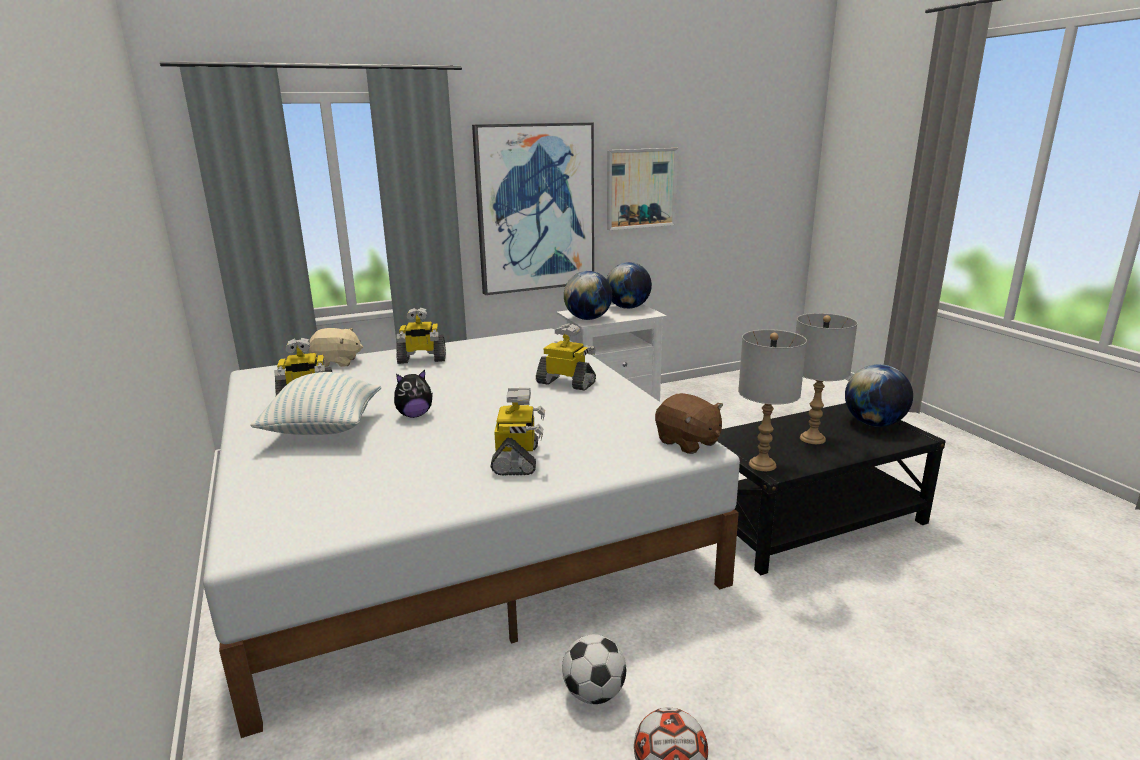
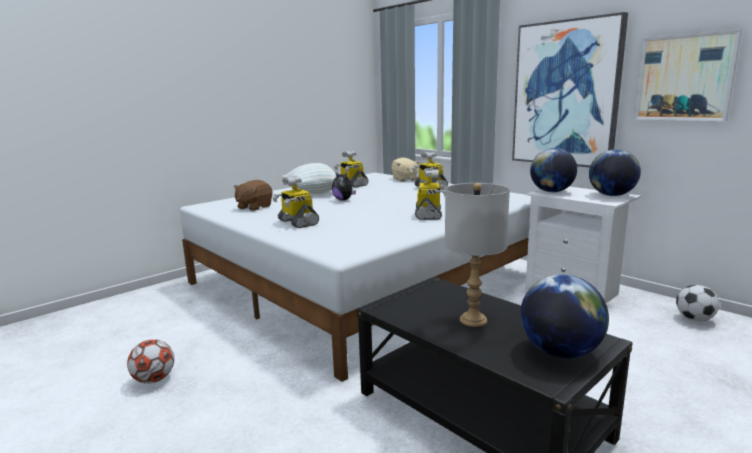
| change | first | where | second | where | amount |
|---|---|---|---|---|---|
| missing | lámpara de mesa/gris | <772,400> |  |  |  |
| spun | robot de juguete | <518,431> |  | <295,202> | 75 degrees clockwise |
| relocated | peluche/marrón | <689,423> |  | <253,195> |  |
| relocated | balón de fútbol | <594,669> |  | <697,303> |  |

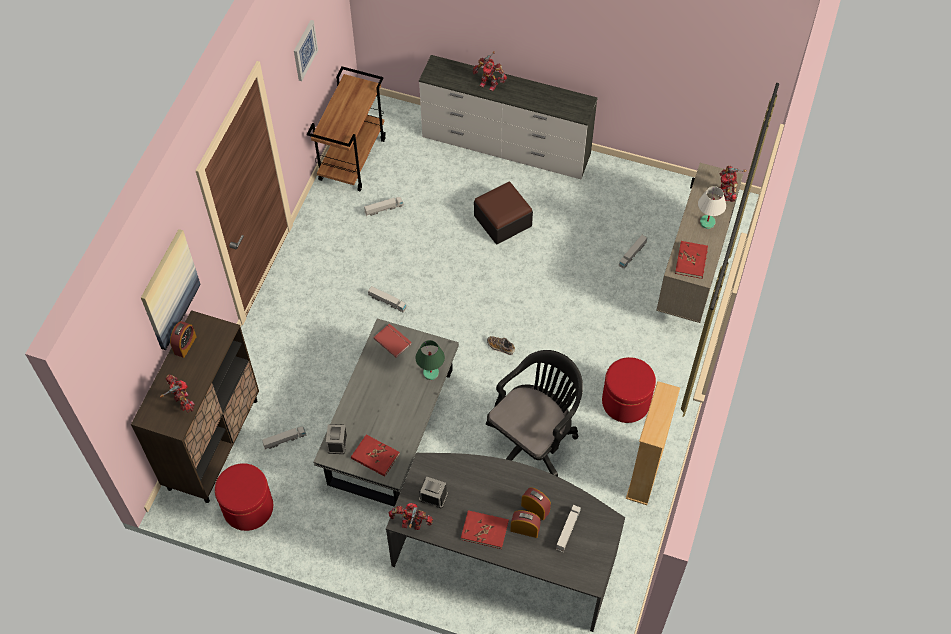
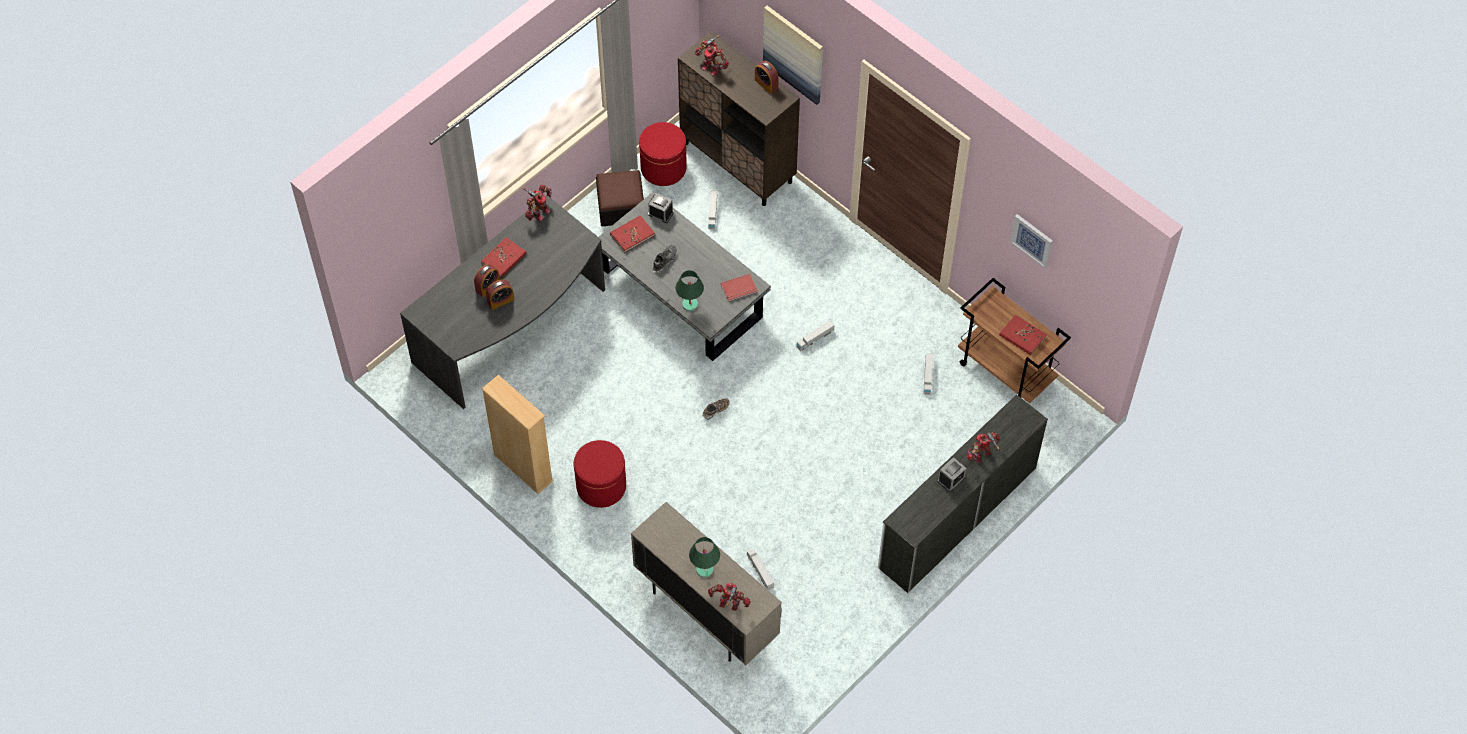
| change | first | where | second | where | amount |
|---|---|---|---|---|---|
| relocated | puf | <503,213> |  | <620,198> |  |
| colour | lámpara de mesa/blanco | <712,207> | lámpara de mesa/verde | <704,557> |  |
| relocated | libro/rojo | <691,260> |  | <1023,335> |  |
| missing | silla de oficina/negro | <534,413> |  |  |  |
| spun | robot de juguete | <177,393> |  | <712,55> | 45 degrees clockwise |
| relocated | despertador | <433,492> |  | <952,474> |  |
| missing | camión de juguete | <568,528> |  |  |  |
| appeared |  |  | zapato | <664,259> |  |

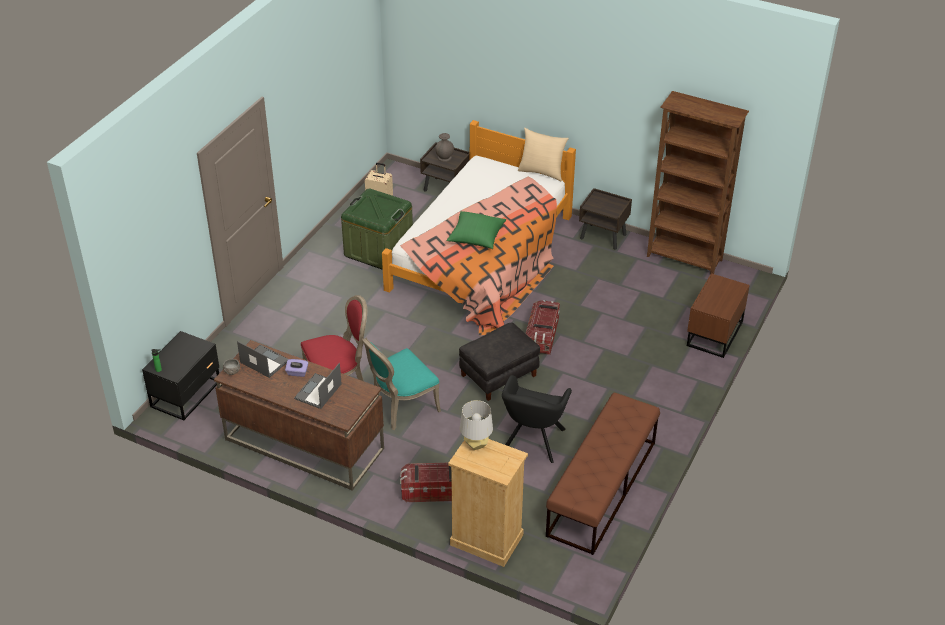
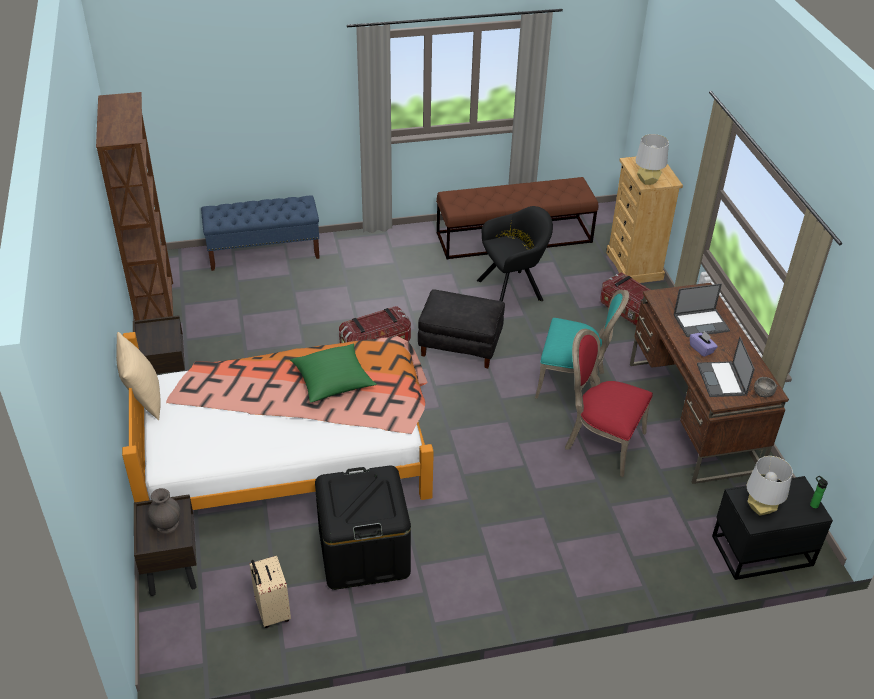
| change | first | where | second | where | amount |
|---|---|---|---|---|---|
| colour | caja de almacenaje/verde | <377,229> | caja de almacenaje/negro | <363,527> |  |
| exchanged | mesita de noche/marrón | <718,315> | banco/azul | <260,233> |  |
| appeared |  |  | lámpara de mesa/gris | <770,486> |  |

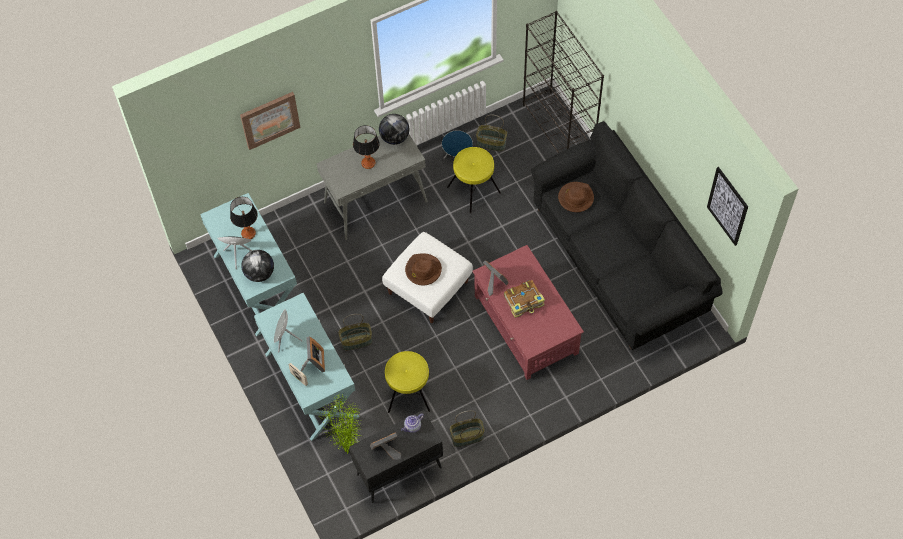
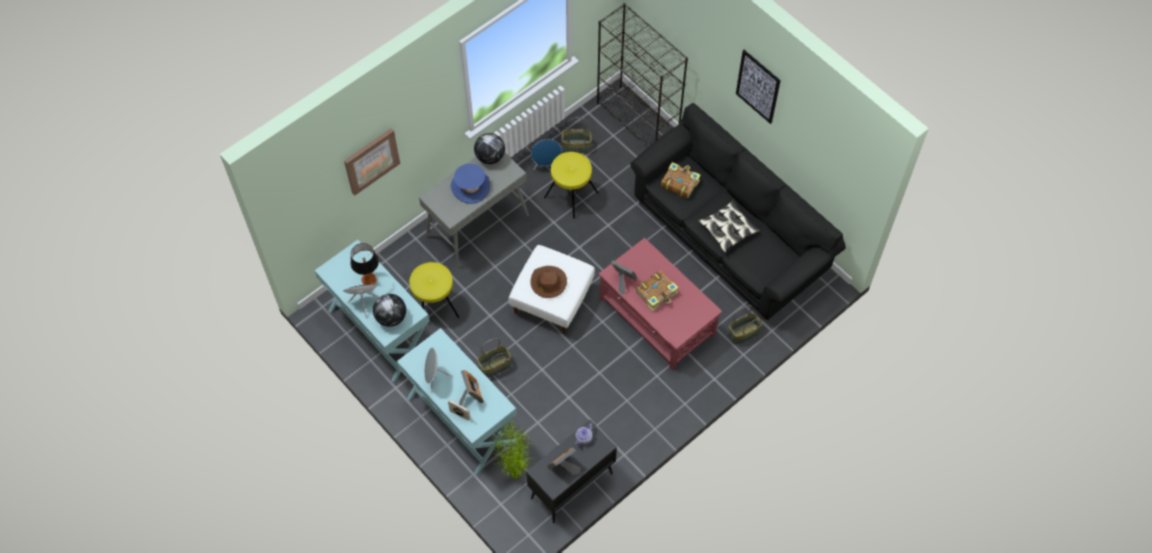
| change | first | where | second | where | amount |
|---|---|---|---|---|---|
| exchanged | lámpara de mesa | <366,147> | sombrero/azul | <470,183> |  |
| relocated | cuadro | <727,206> |  | <758,87> |  |
| exchanged | sombrero/marrón | <576,197> | libro | <681,180> |  |
| relocated | taburete/amarillo | <407,382> |  | <434,290> |  |
| relocated | cesta | <467,428> |  | <745,325> |  |
| appeared |  |  | cojín | <729,226> |  |

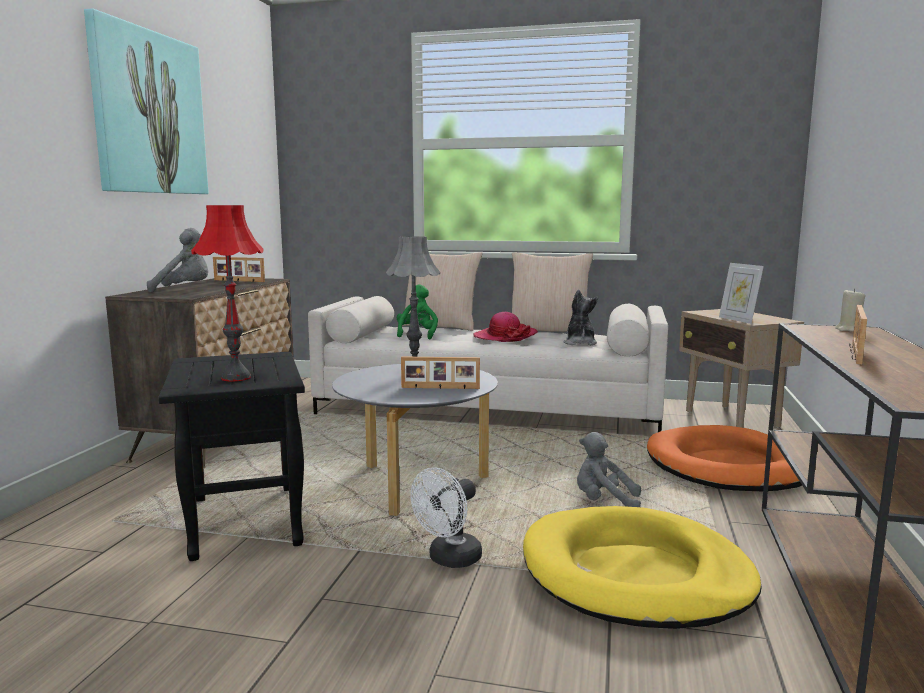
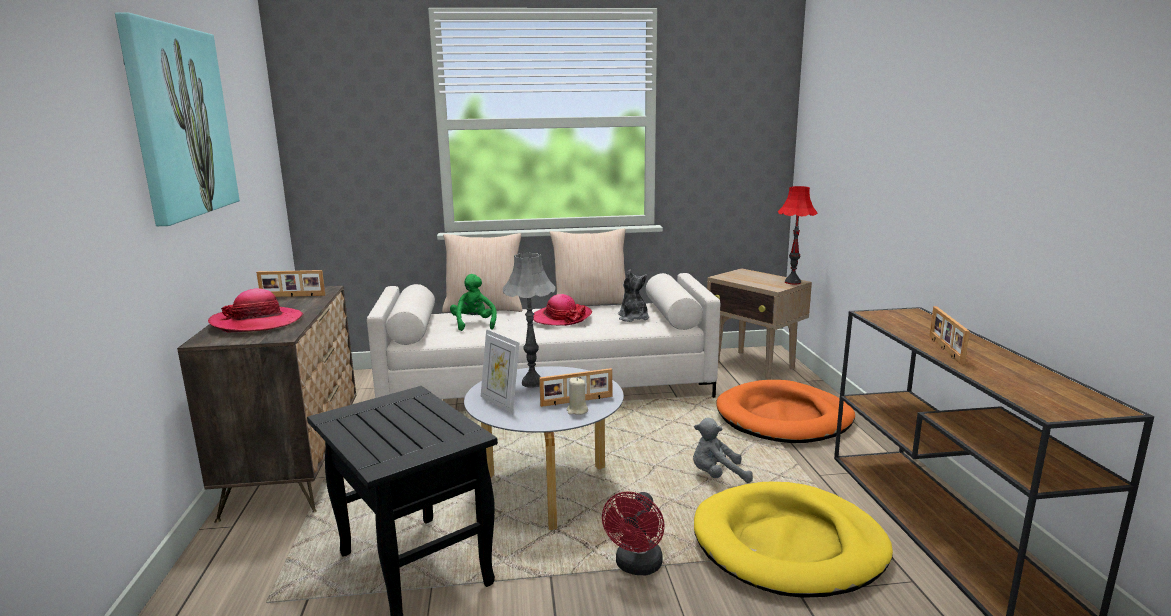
| change | first | where | second | where | amount |
|---|---|---|---|---|---|
| relocated | lámpara de mesa/rojo | <227,293> |  | <798,235> |  |
| exchanged | peluche/gris | <177,260> | sombrero | <255,310> |  |
| relocated | portarretratos | <741,293> |  | <500,371> |  |
| relocated | vela/beis | <850,310> |  | <577,396> |  |
| colour | ventilador/blanco | <446,517> | ventilador/rojo | <633,533> |  |

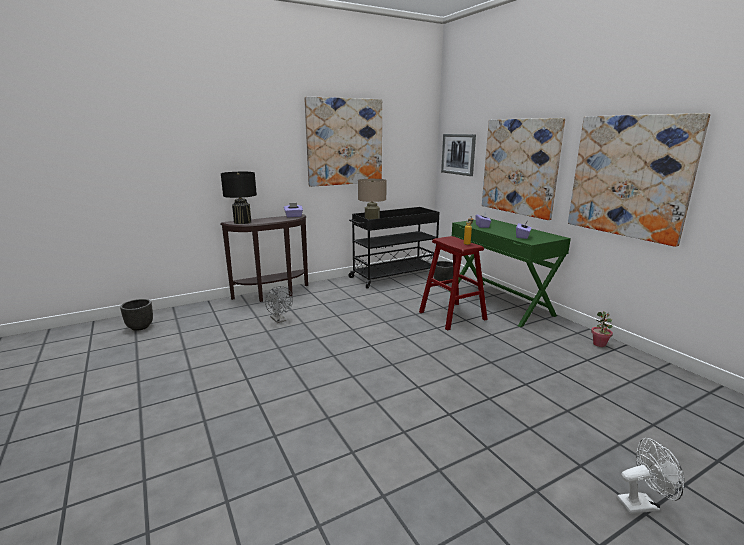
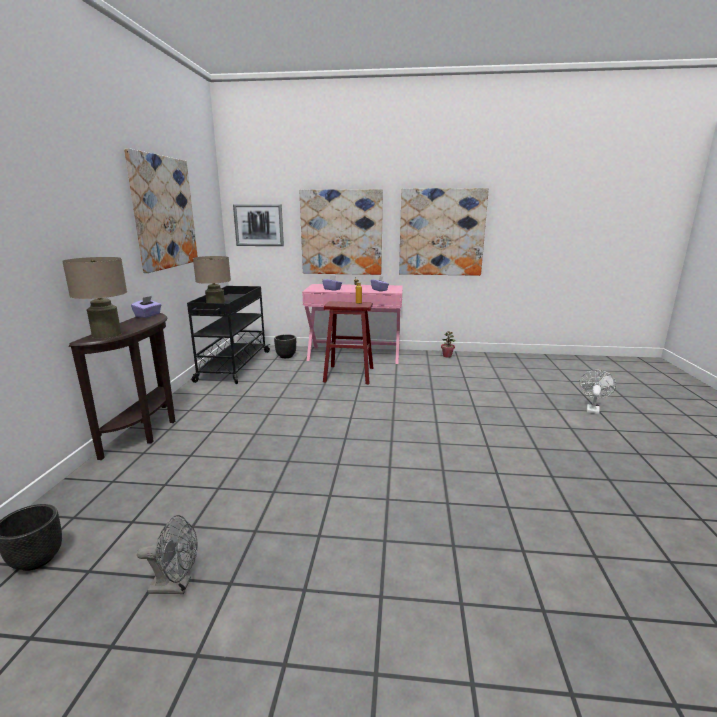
| change | first | where | second | where | amount |
|---|---|---|---|---|---|
| colour | lámpara de mesa/negro | <239,198> | lámpara de mesa/beis | <94,298> |  |
| colour | escritorio/verde | <510,273> | escritorio/rosa | <352,324> |  |
| relocated | ventilador/gris | <279,304> |  | <167,554> |  |

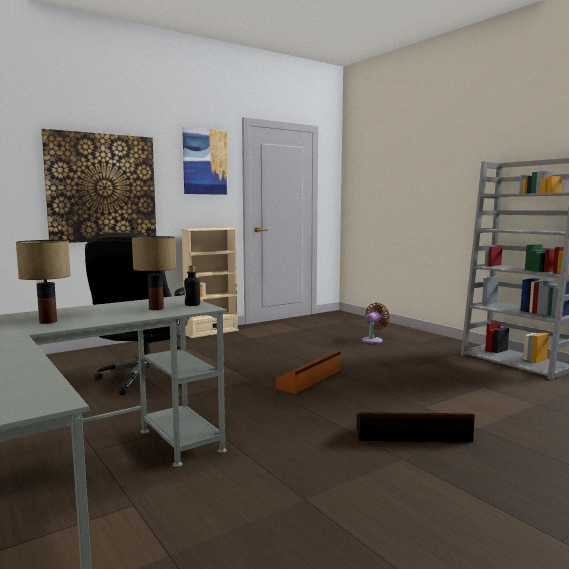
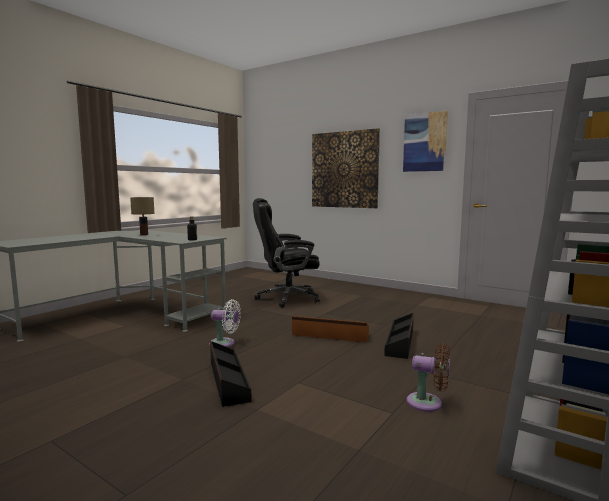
| change | first | where | second | where | amount |
|---|---|---|---|---|---|
| missing | estantería/beis | <210,283> |  |  |  |
| missing | lámpara de mesa | <154,273> |  |  |  |
| relocated | ventilador/marrón | <376,323> |  | <428,377> |  |
| appeared |  |  | ventilador/blanco | <225,323> |  |
| appeared |  |  | caja de almacenaje/negro | <399,336> |  |

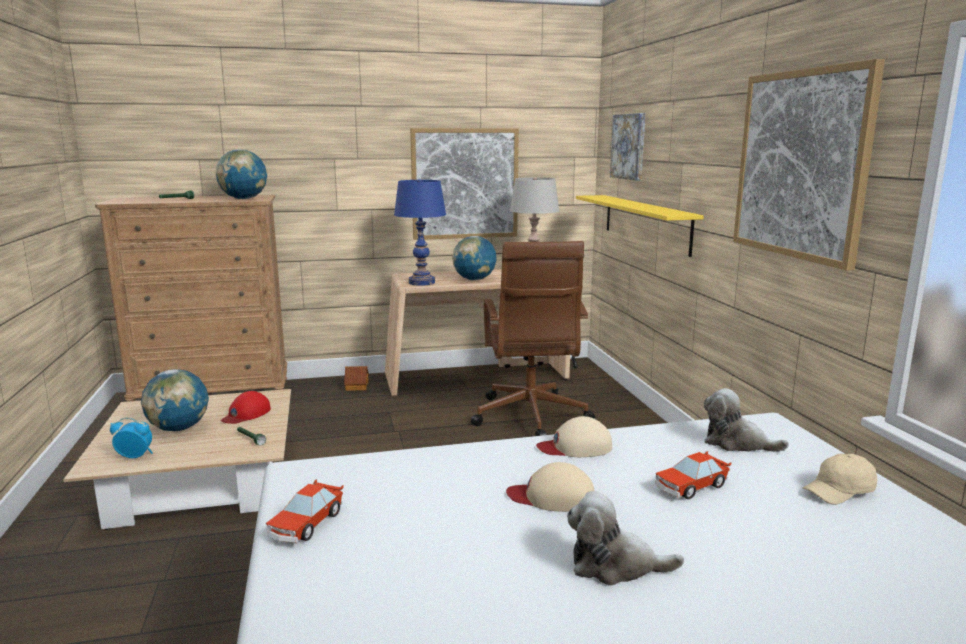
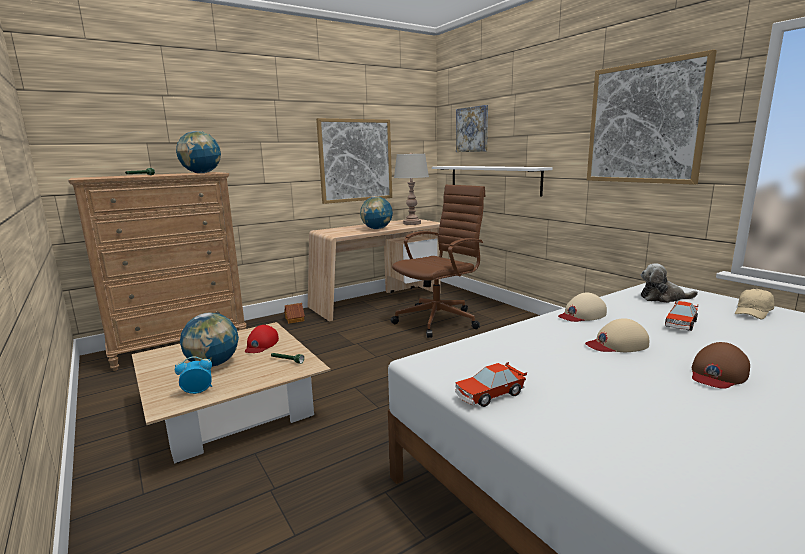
| change | first | where | second | where | amount |
|---|---|---|---|---|---|
| missing | lámpara de mesa/azul | <420,232> |  |  |  |
| colour | estante/amarillo | <640,226> | estante/blanco | <492,181> |  |
| spun | silla de oficina/marrón | <533,338> |  | <438,261> | 105 degrees counterclockwise |
| spun | coche de juguete | <304,511> |  | <491,384> | 60 degrees clockwise |
| exchanged | peluche | <625,538> | gorra/marrón | <721,365> |  |

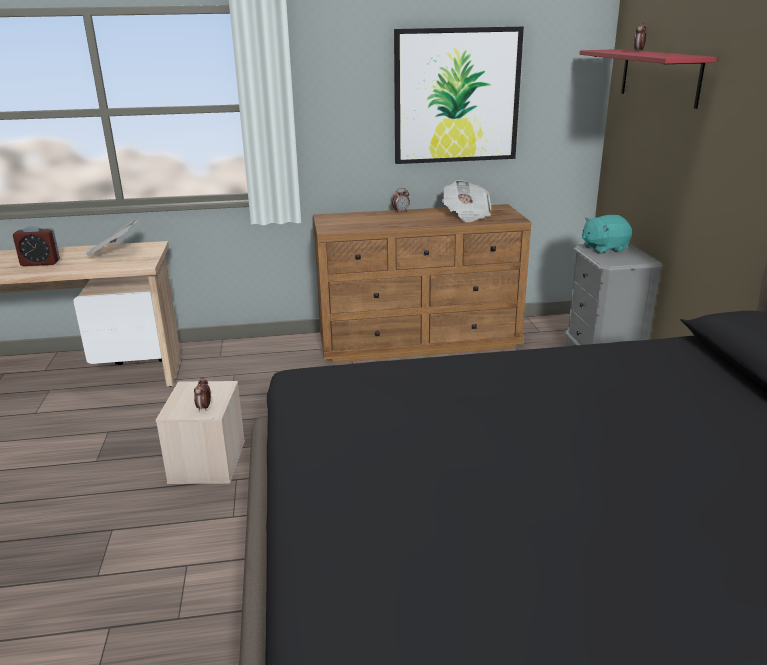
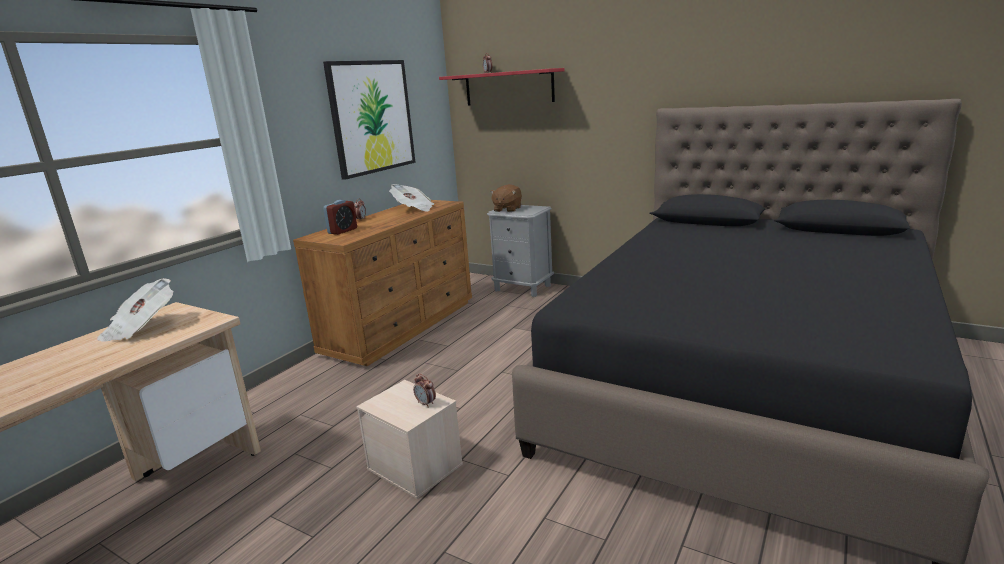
| change | first | where | second | where | amount |
|---|---|---|---|---|---|
| colour | peluche/turquesa | <607,234> | peluche/marrón | <506,198> |  |
| relocated | despertador | <36,246> |  | <340,217> |  |

